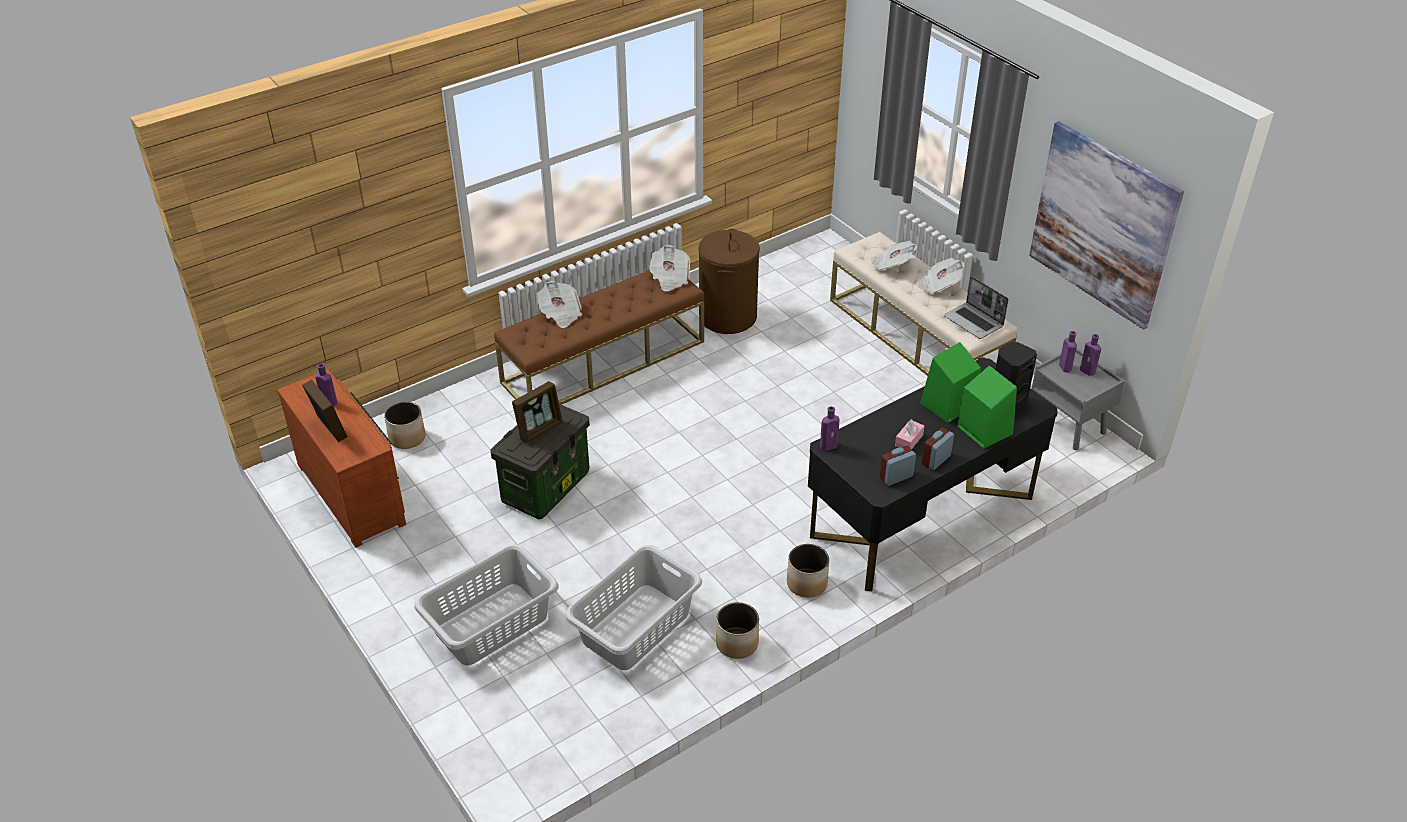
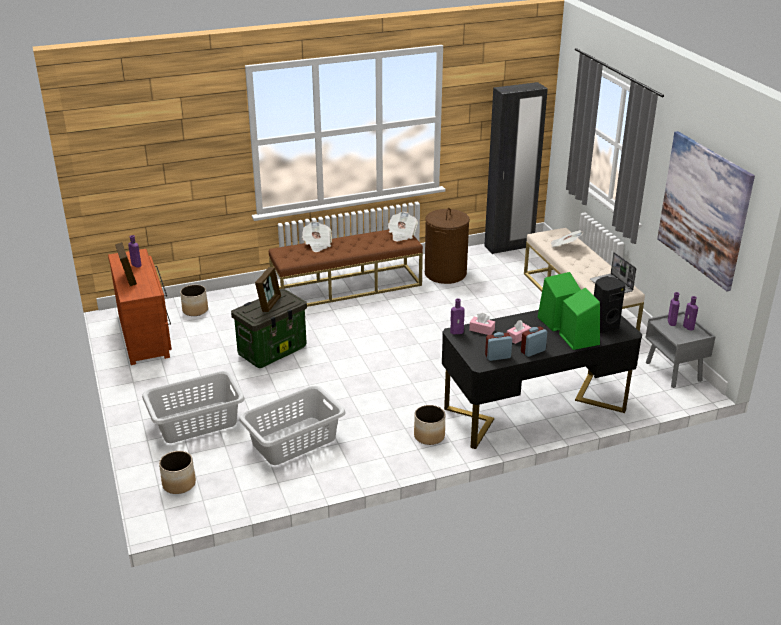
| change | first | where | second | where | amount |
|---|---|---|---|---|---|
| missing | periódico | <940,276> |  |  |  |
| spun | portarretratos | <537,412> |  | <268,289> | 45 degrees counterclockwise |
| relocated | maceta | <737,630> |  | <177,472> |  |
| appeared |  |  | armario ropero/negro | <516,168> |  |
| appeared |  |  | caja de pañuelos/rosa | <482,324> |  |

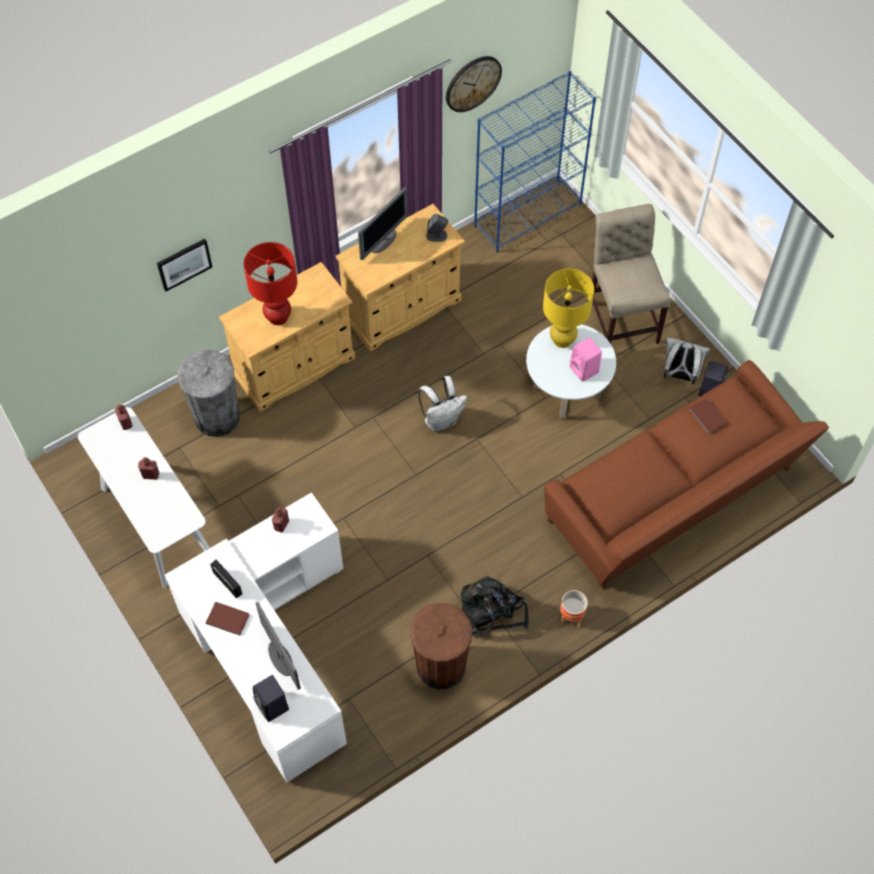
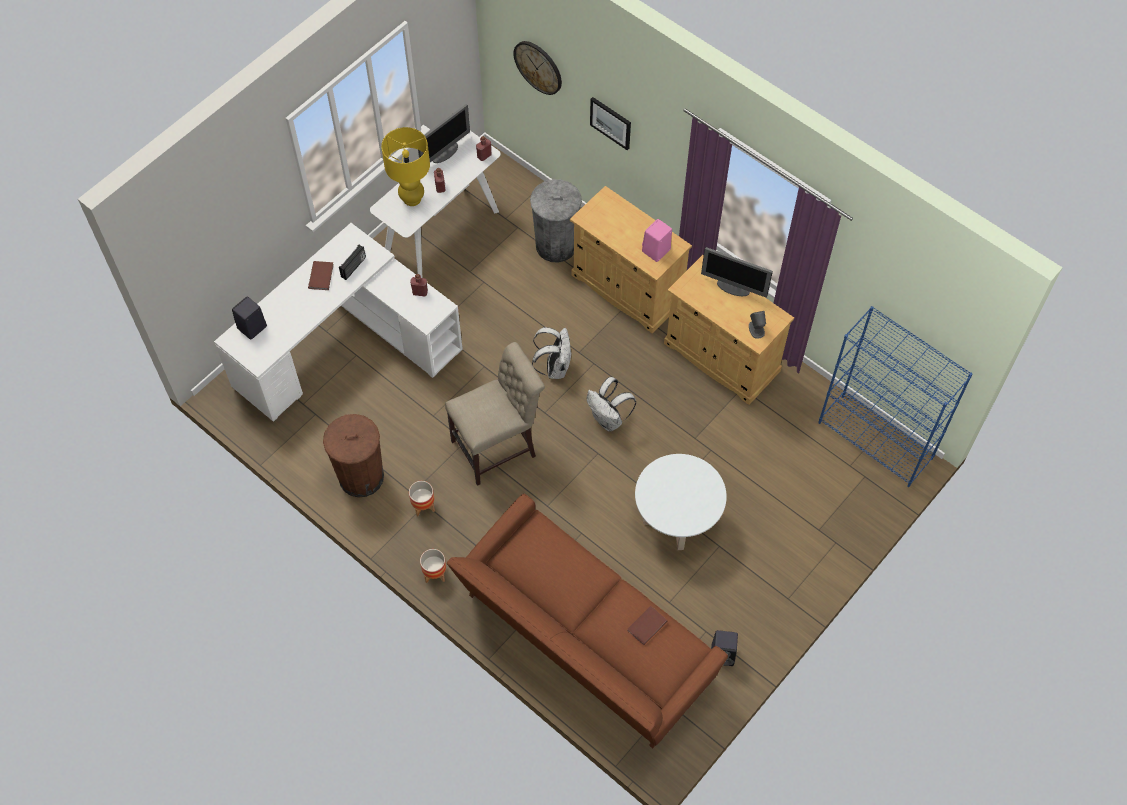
| change | first | where | second | where | amount |
|---|---|---|---|---|---|
| relocated | reloj de pared | <474,84> |  | <537,68> |  |
| relocated | silla/beis | <629,274> |  | <495,414> |  |
| missing | lámpara de mesa/rojo | <270,283> |  |  |  |
| relocated | lámpara de mesa/amarillo | <568,308> |  | <405,166> |  |
| relocated | mochila/blanco | <687,360> |  | <551,353> |  |
| relocated | altavoz/rosa | <586,360> |  | <657,240> |  |
| exchanged | mochila/negro | <494,606> | maceta | <422,498> |  |
| relocated | monitor | <278,646> |  | <444,133> |  |

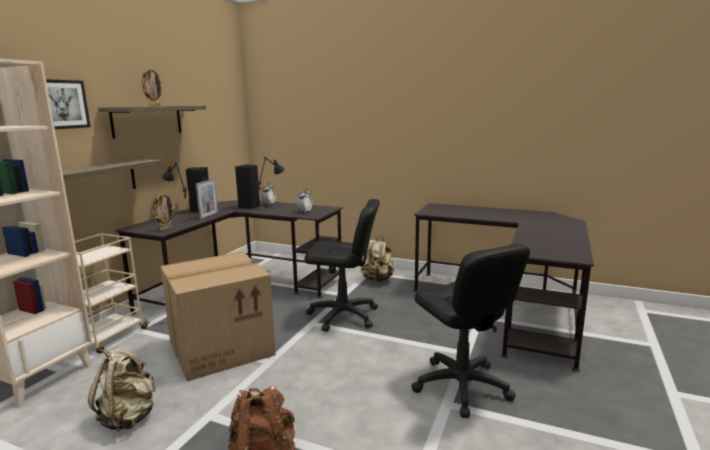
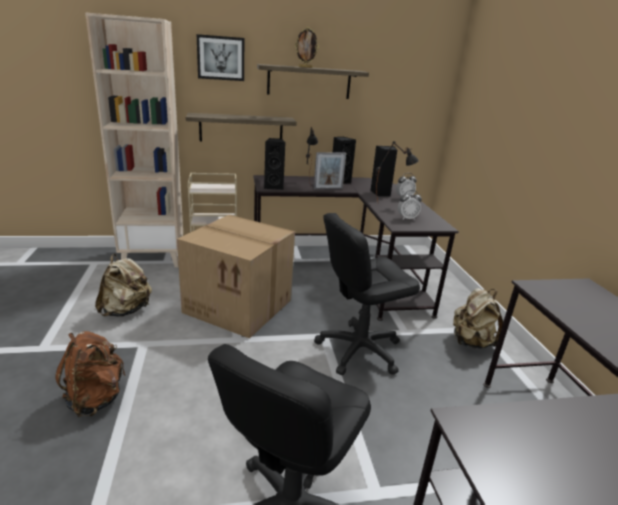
| change | first | where | second | where | amount |
|---|---|---|---|---|---|
| exchanged | portarretratos | <164,212> | altavoz/negro | <275,164> |  |
| spun | silla de oficina/negro | <342,265> |  | <367,294> | 90 degrees clockwise |

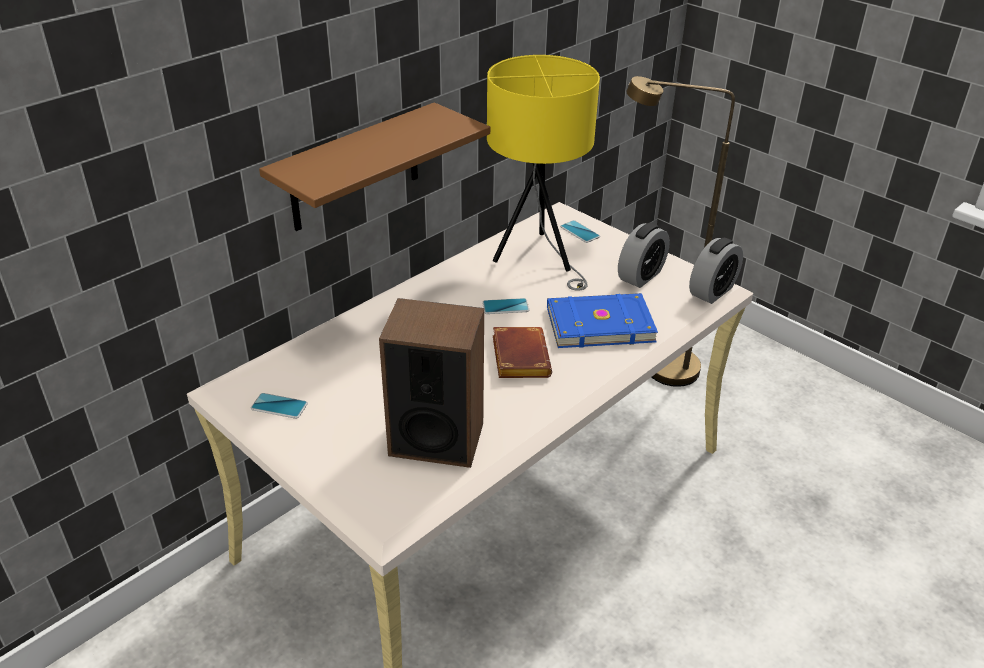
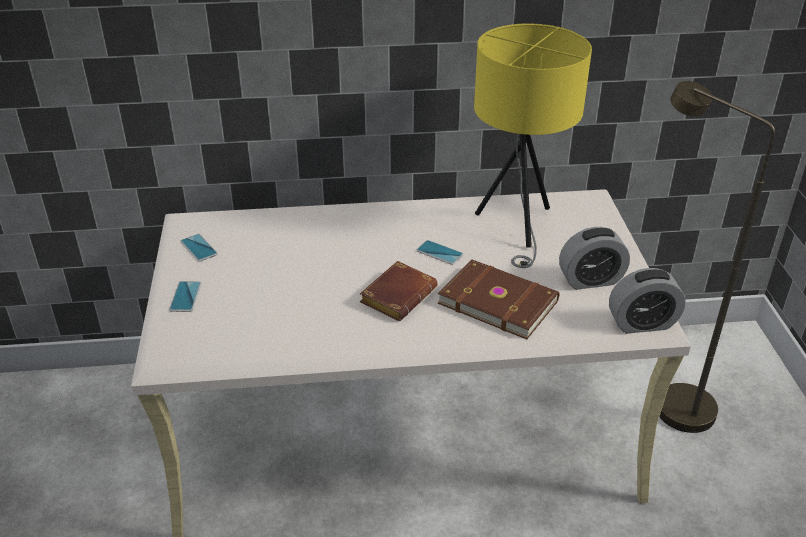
| change | first | where | second | where | amount |
|---|---|---|---|---|---|
| missing | estante/marrón | <374,166> |  |  |  |
| relocated | móvil | <580,231> |  | <185,296> |  |
| colour | libro/azul | <602,320> | libro/marrón | <499,300> |  |
| missing | altavoz | <431,383> |  |  |  |

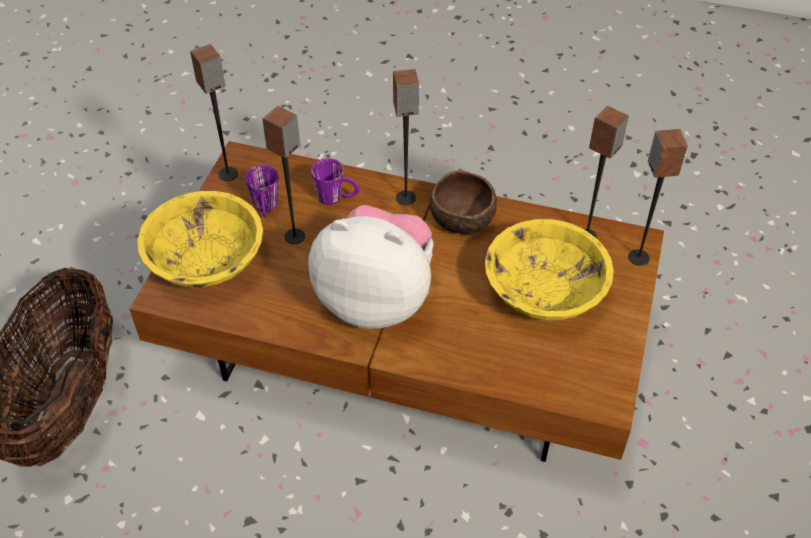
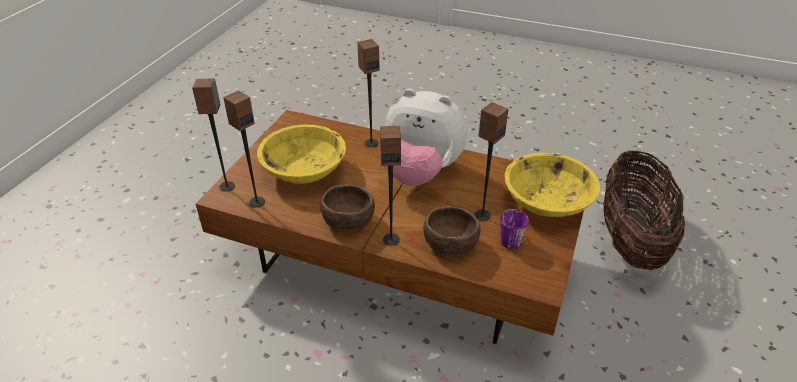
| change | first | where | second | where | amount |
|---|---|---|---|---|---|
| relocated | altavoz | <214,112> |  | <368,93> |  |
| exchanged | taza grande/morado | <335,181> | cuenco/marrón | <451,231> |  |

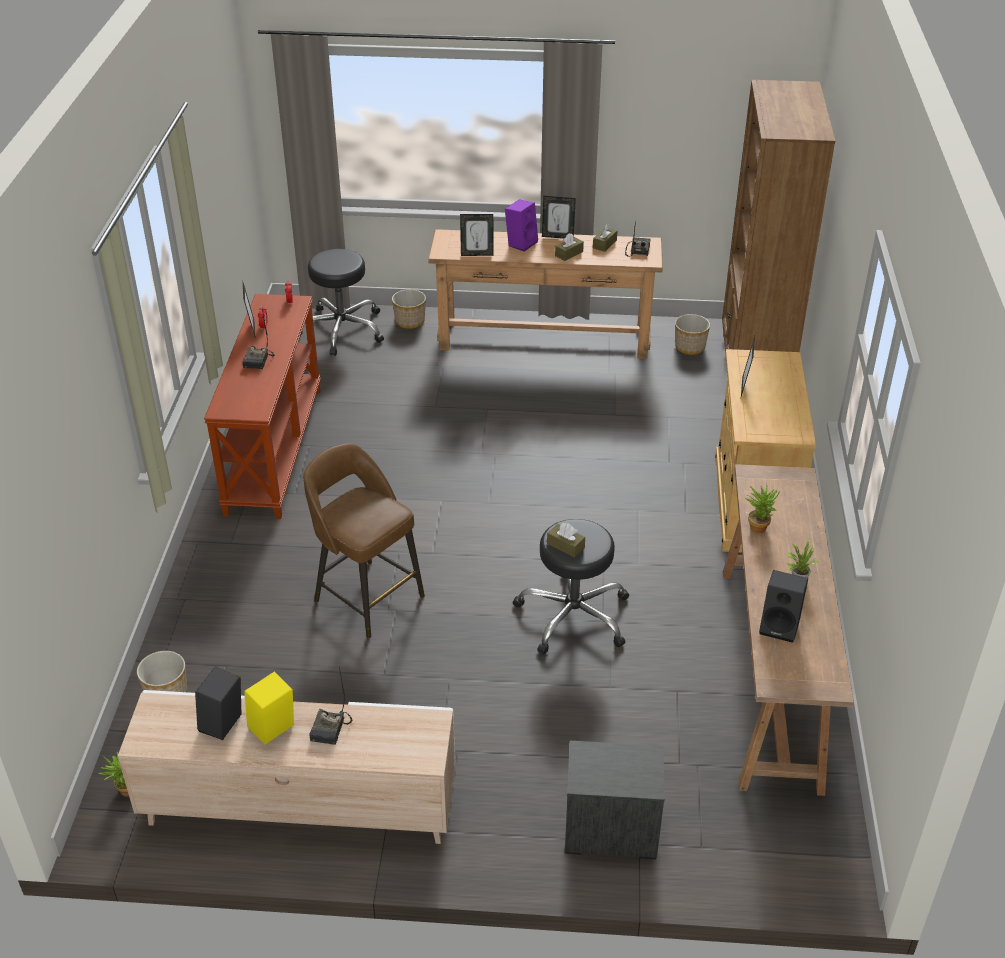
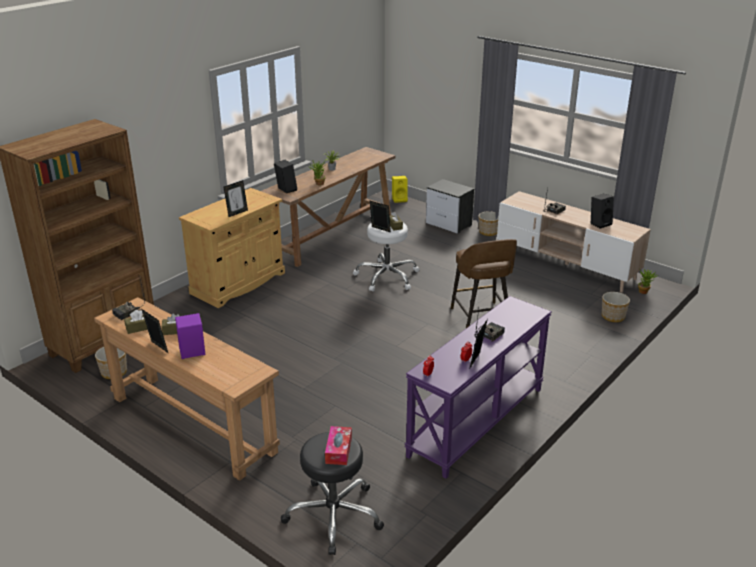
| change | first | where | second | where | amount |
|---|---|---|---|---|---|
| relocated | portarretratos | <477,235> |  | <380,217> |  |
| relocated | maceta | <409,309> |  | <489,223> |  |
| colour | mesa consola/marrón | <262,406> | mesa consola/morado | <478,387> |  |
| colour | taburete/negro | <571,586> | taburete/blanco | <386,257> |  |
| relocated | altavoz/negro | <783,606> |  | <285,176> |  |
| relocated | altavoz/amarillo | <269,708> |  | <400,189> |  |
| appeared |  |  | caja de pañuelos | <338,445> |  |

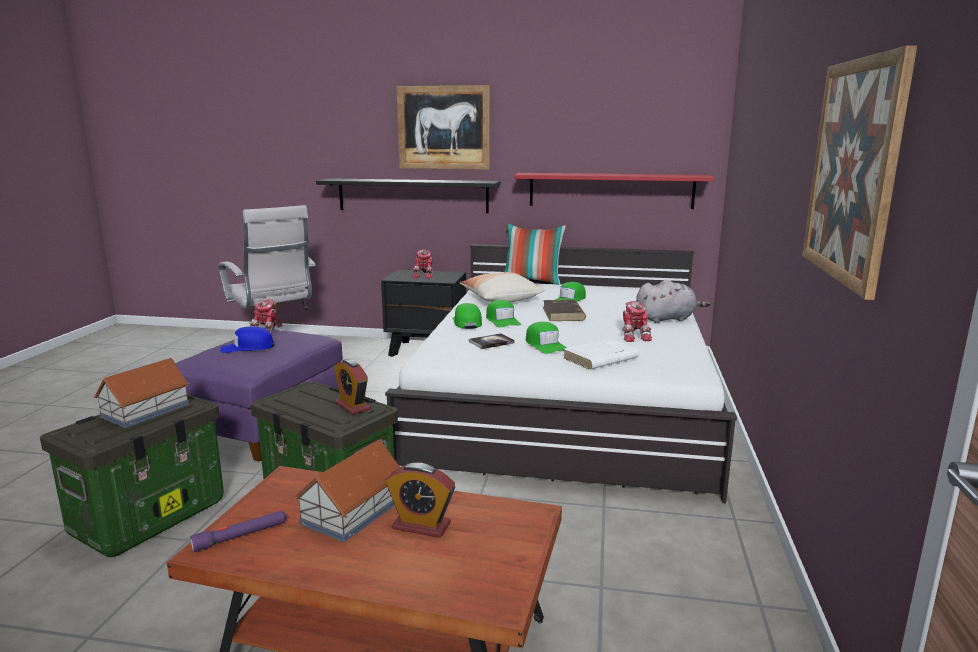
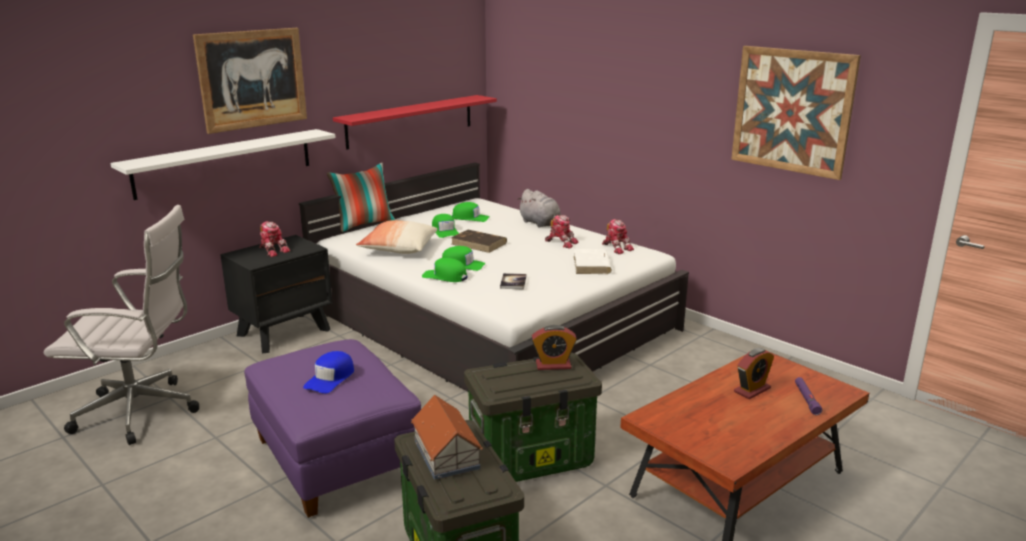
| change | first | where | second | where | amount |
|---|---|---|---|---|---|
| colour | estante/negro | <408,195> | estante/blanco | <223,164> |  |
| spun | peluche/gris | <673,301> |  | <539,208> | 120 degrees clockwise |
| relocated | robot de juguete | <266,316> |  | <618,236> |  |
| relocated | gorra/verde | <546,338> |  | <470,212> |  |
| missing | casita | <347,491> |  |  |  |
| relocated | linterna/morado | <239,531> |  | <808,396> |  |

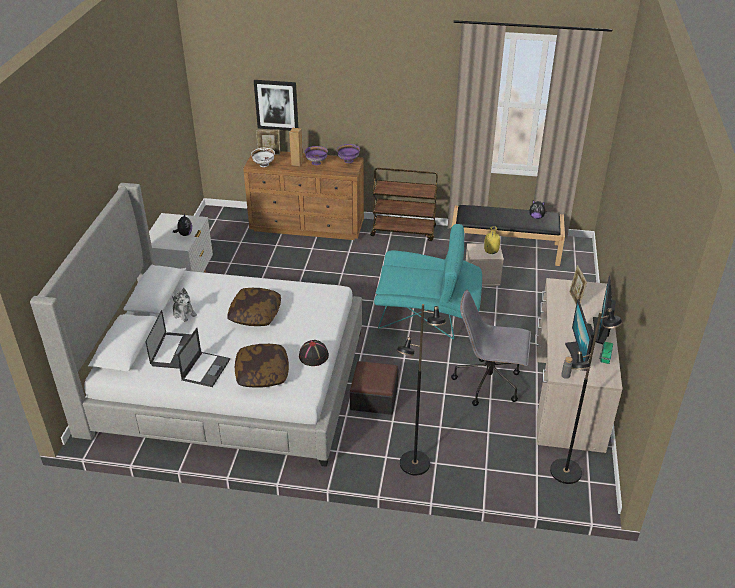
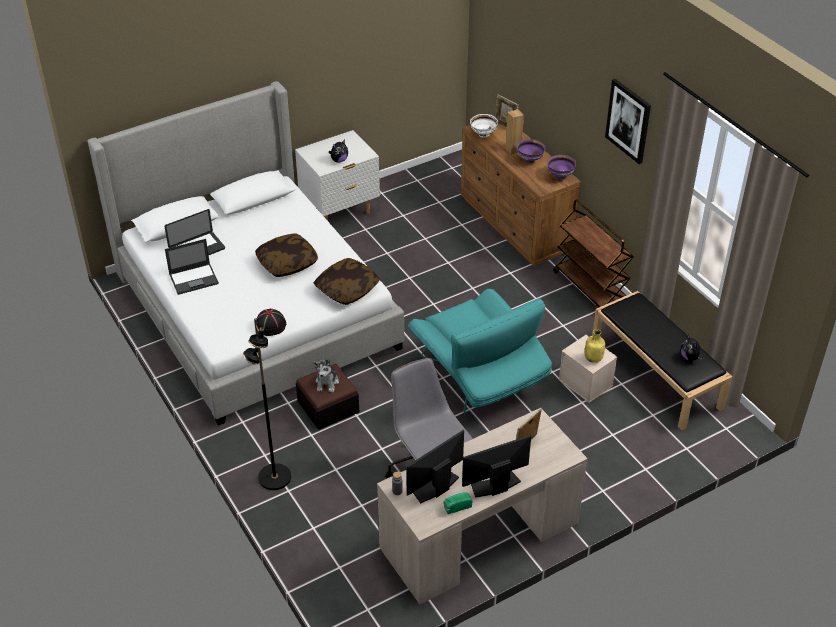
| change | first | where | second | where | amount |
|---|---|---|---|---|---|
| relocated | cuadro | <276,105> |  | <628,121> |  |
| relocated | peluche | <184,305> |  | <326,375> |  |
| missing | lámpara de pie/negro | <586,396> |  |  |  |
| relocated | cojín | <262,366> |  | <346,281> |  |

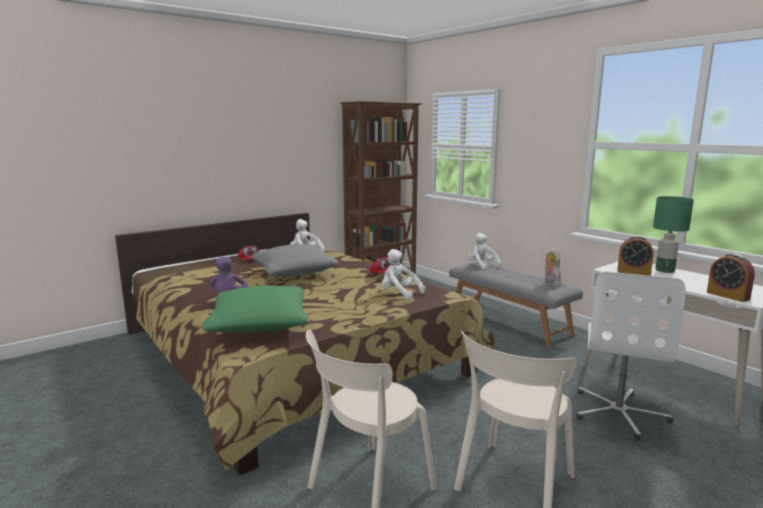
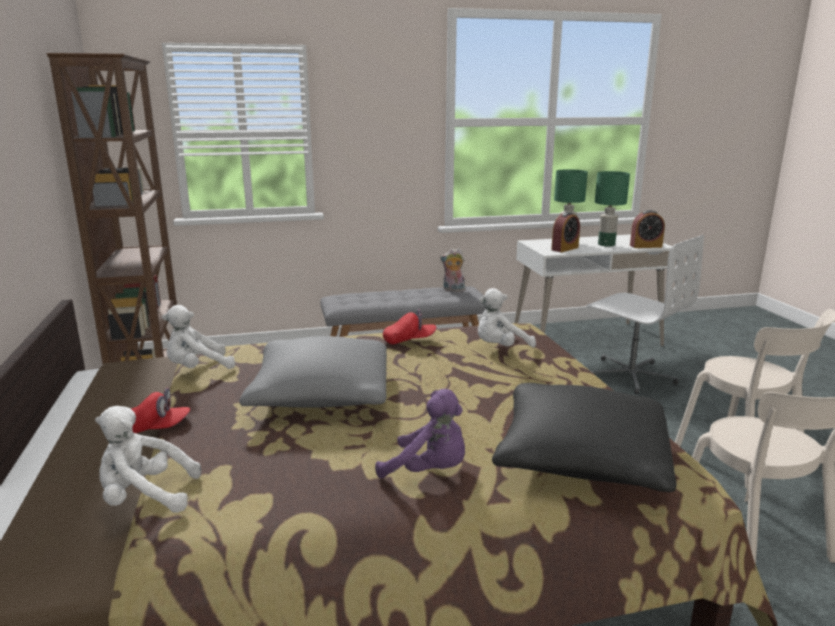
| change | first | where | second | where | amount |
|---|---|---|---|---|---|
| relocated | peluche/blanco | <484,251> |  | <148,459> |  |
| colour | cojín/verde | <255,309> | cojín/negro | <584,437> |  |
| appeared |  |  | lámpara de mesa/verde | <612,209> |  |

